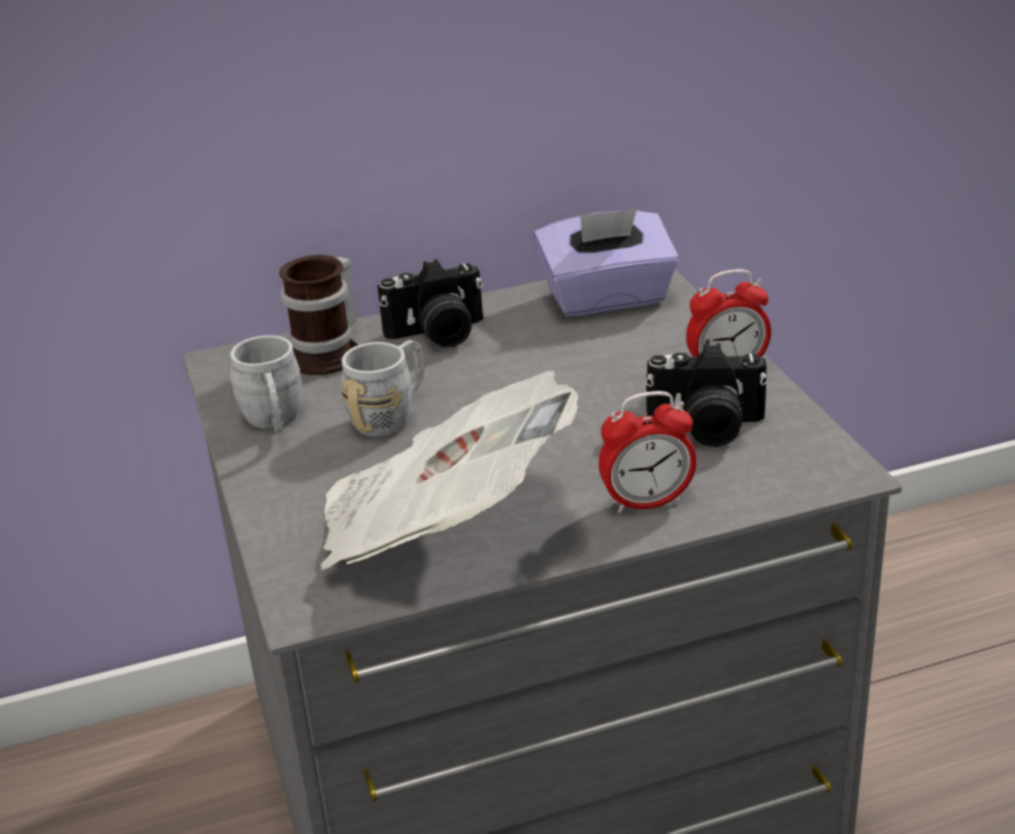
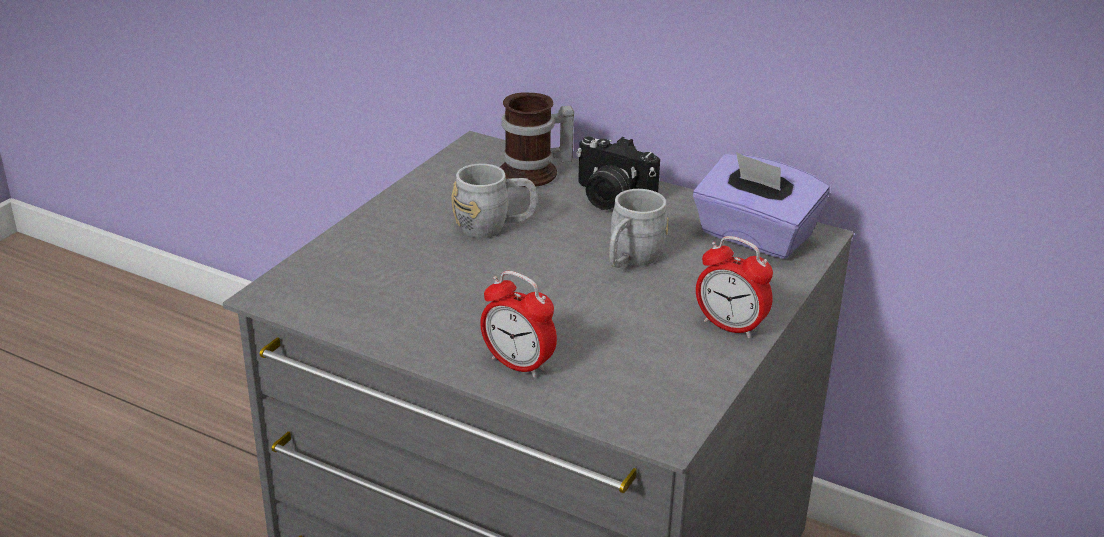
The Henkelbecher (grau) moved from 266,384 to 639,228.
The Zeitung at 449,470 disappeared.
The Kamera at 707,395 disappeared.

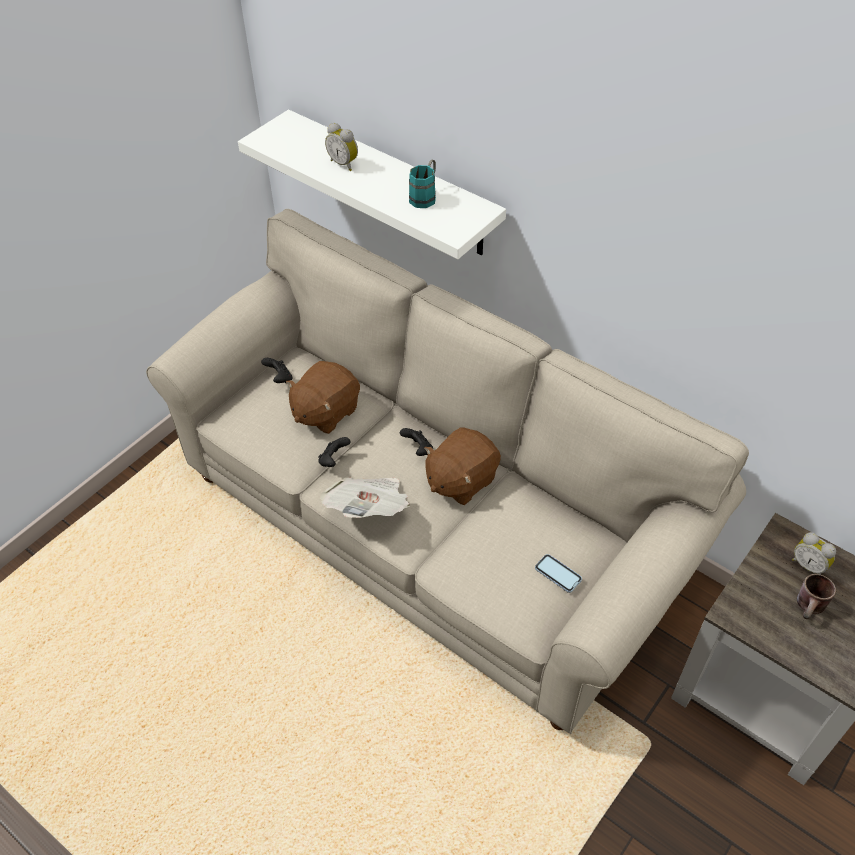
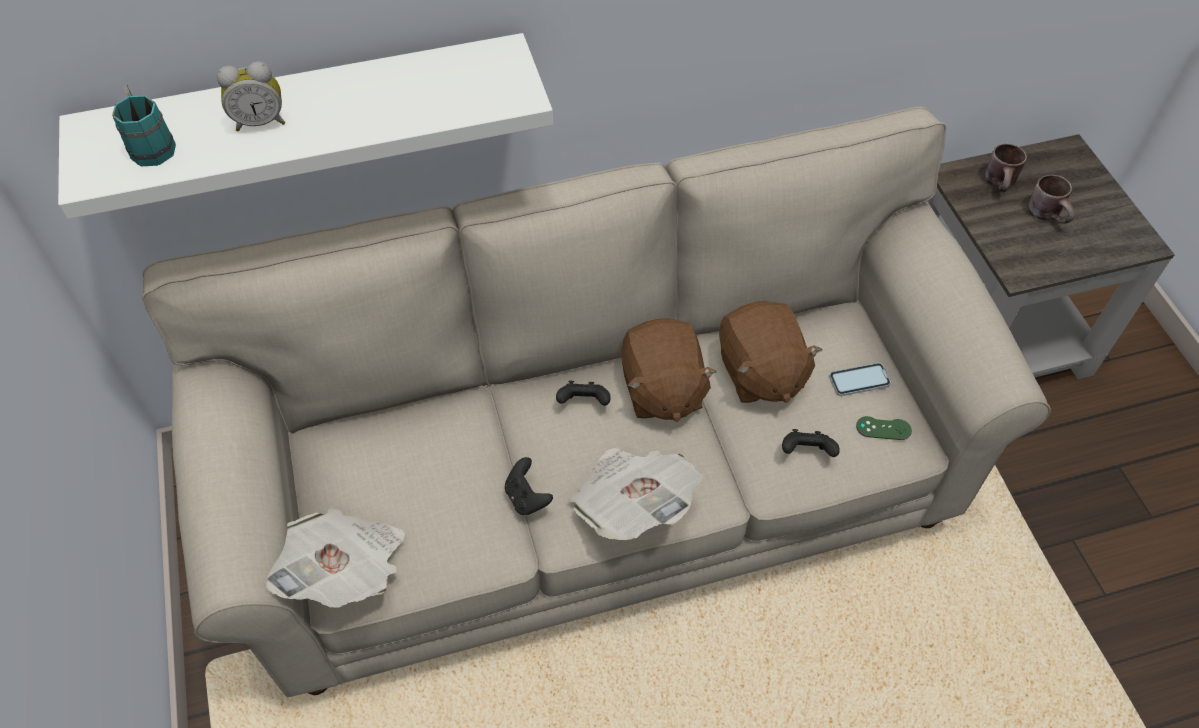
The Henkelbecher (türkis) moved from 422,184 to 144,125.
The Zeitung at 335,558 appeared.
The Plüschtier (braun) moved from 323,397 to 770,352.
The Gamepad (schwarz) moved from 277,370 to 811,443.
The Gamepad (grün) at 884,428 appeared.
The Wecker at 814,553 was replaced by the Henkelbecher (braun) at 1006,168.

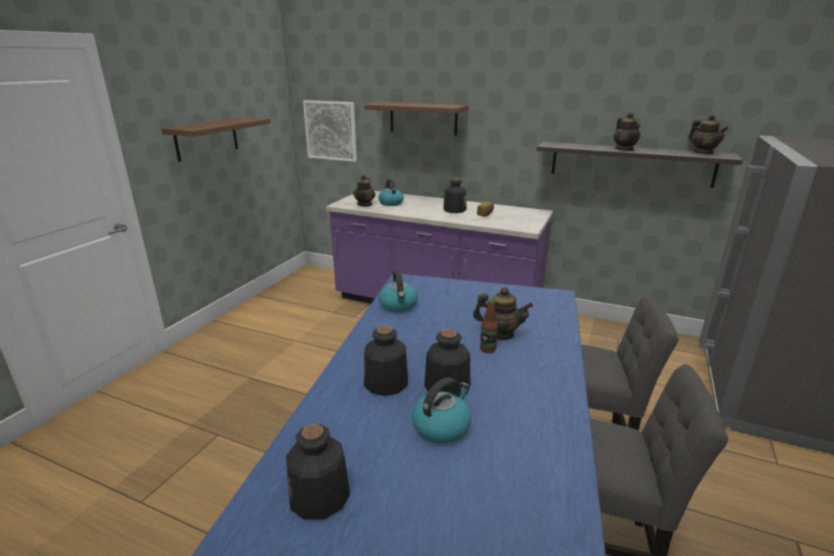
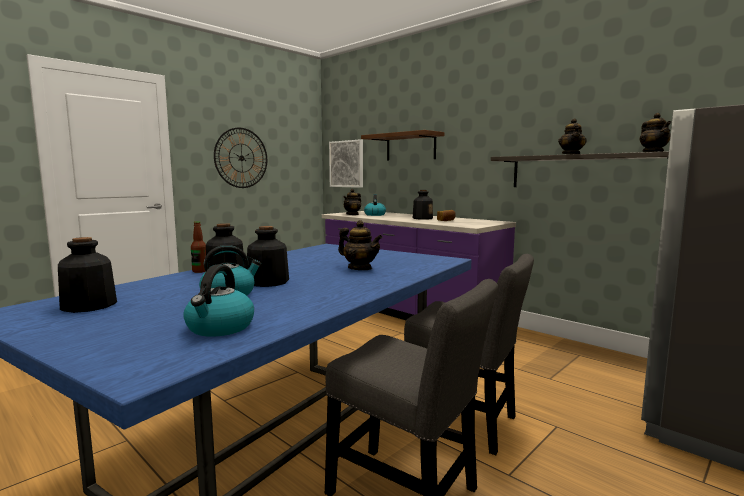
The Wasserkessel moved from 398,291 to 218,300.
The Flasche moved from 489,326 to 198,247.
The Wandregal (braun) at 216,139 was replaced by the Wanduhr at 240,157.

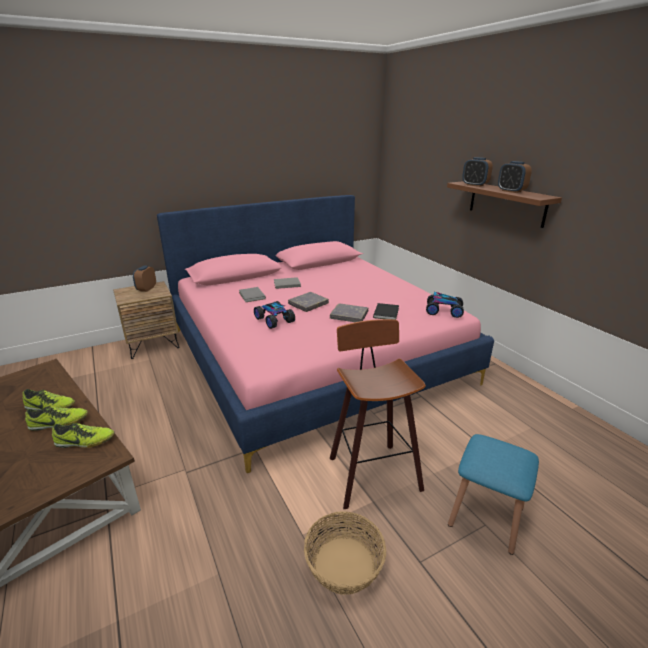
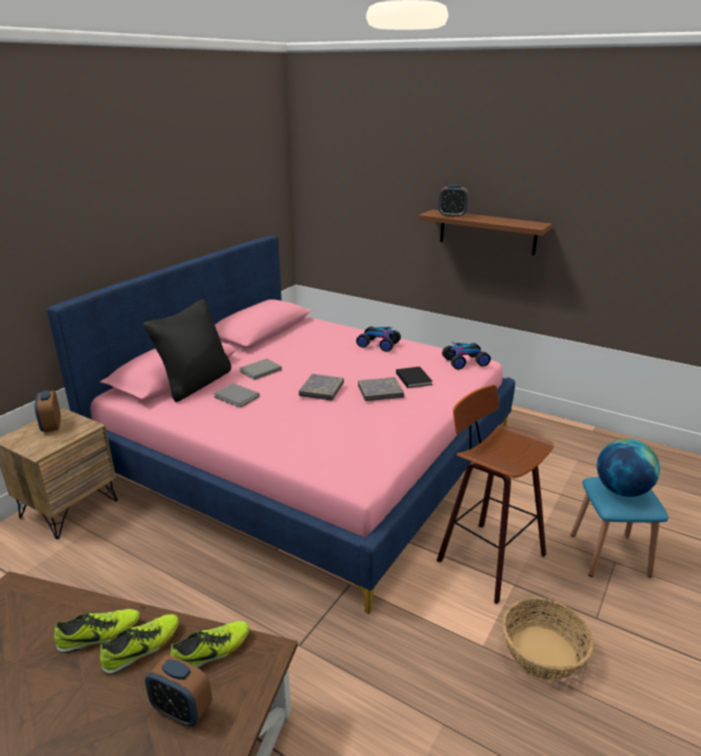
The Kissen (schwarz) at 187,350 appeared.
The Wecker moved from 515,177 to 178,690.
The Spielzeugauto moved from 274,315 to 378,339.
The Globus at 628,467 appeared.

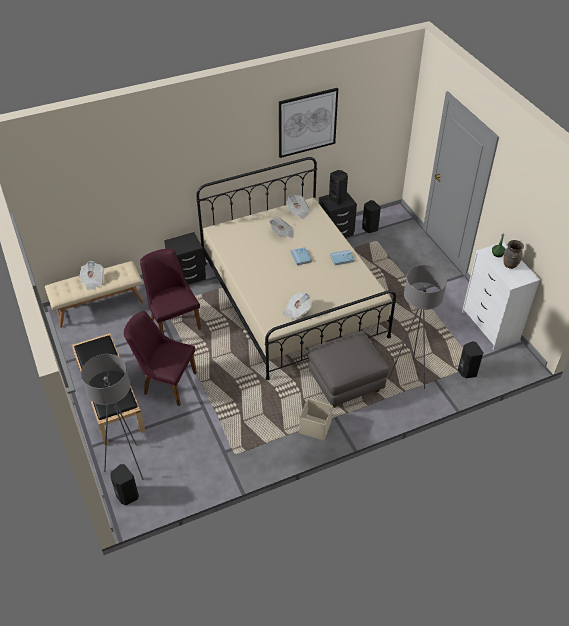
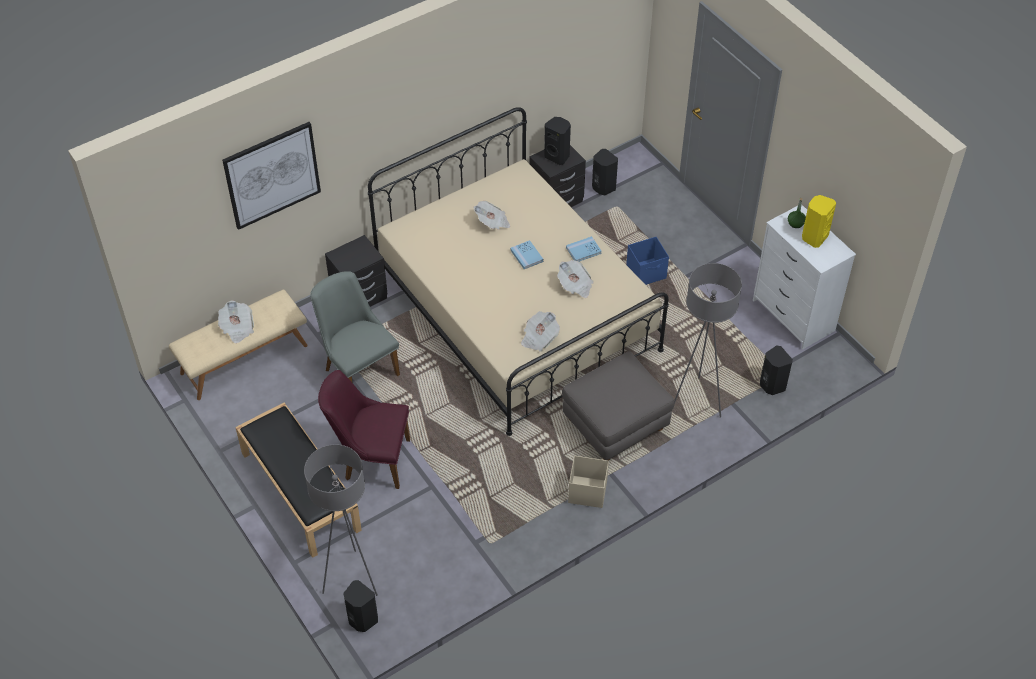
The Bild moved from 308,123 to 271,176.
The Stuhl (lila) at 170,291 became the Stuhl (grau) at 355,326.
The Zeitung moved from 298,206 to 575,279.
The Aufbewahrungsbox (blau) at 647,261 appeared.
The Vase (braun) at 513,254 was replaced by the Lautsprecher (gelb) at 819,221.

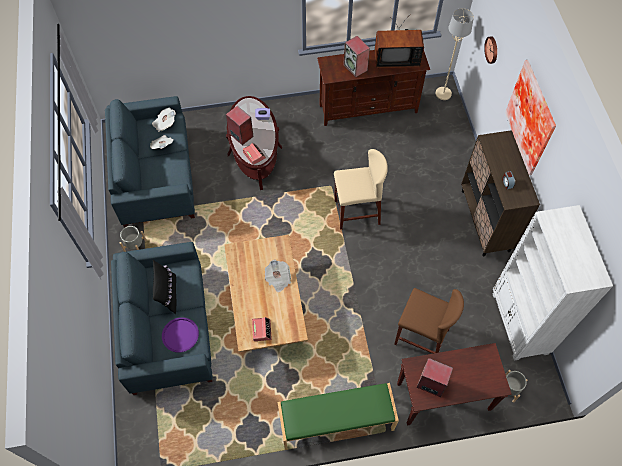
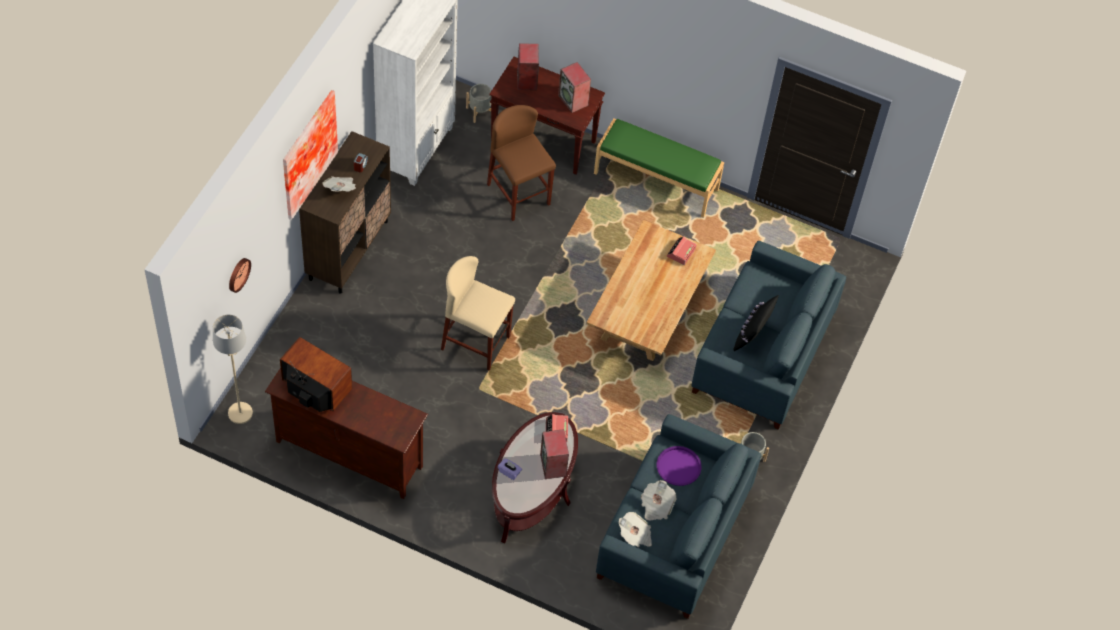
The Zeitung moved from 278,275 to 339,184.
The Lautsprecher moved from 356,57 to 528,66.
The Tablett (lila) moved from 180,335 to 679,466.

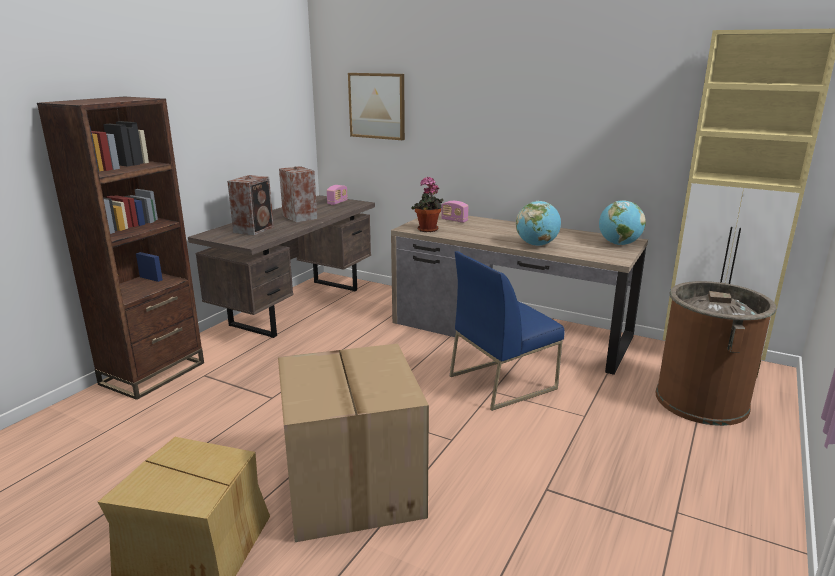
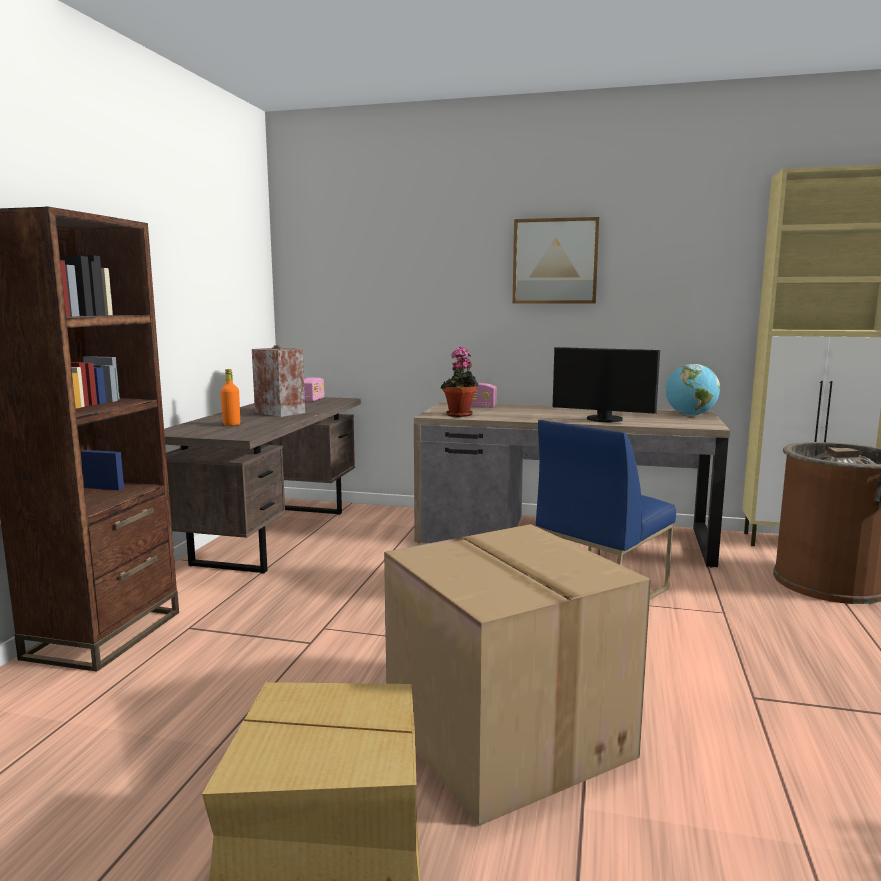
The Lautsprecher at 250,205 was replaced by the Flasche (orange) at 230,397.
The Bild moved from 376,106 to 556,260.
The Globus at 538,223 was replaced by the Monitor at 606,384.

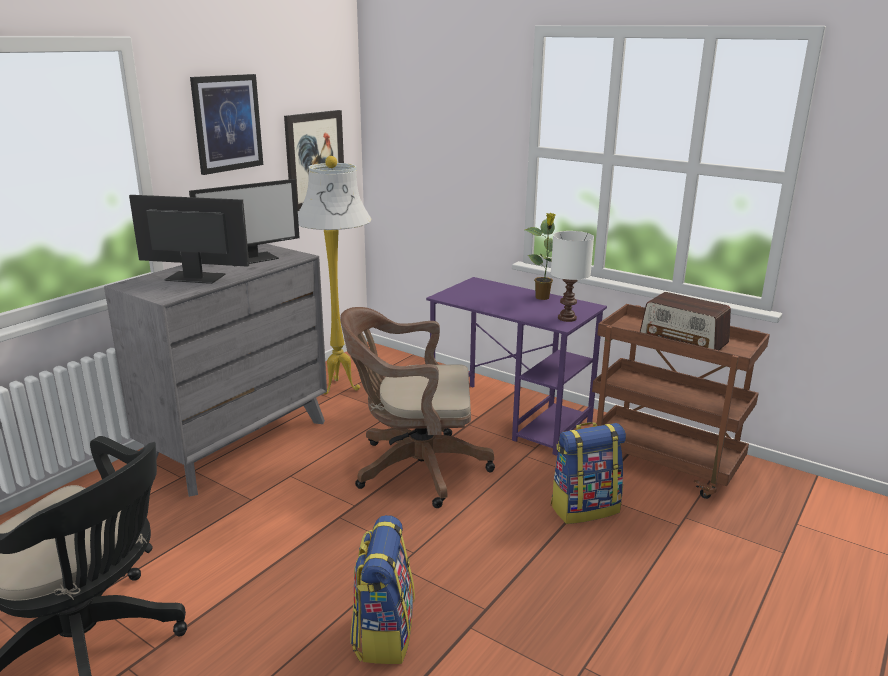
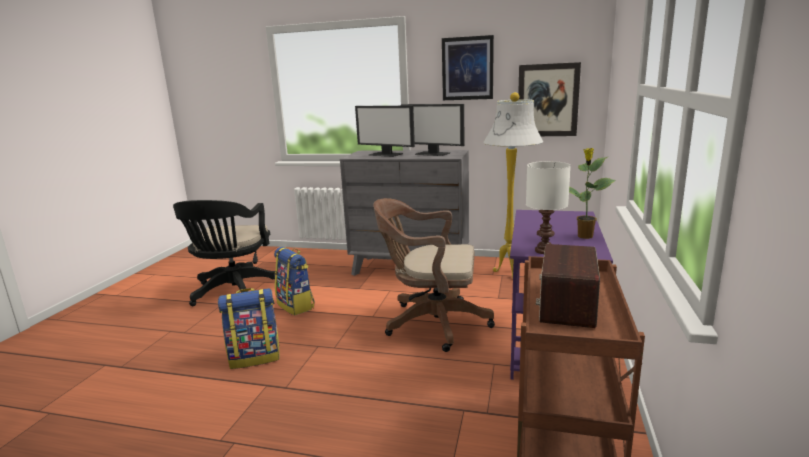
The Rucksack moved from 588,473 to 294,281.
The Monitor at 189,239 turned 135 degrees clockwise.
The Bürostuhl (braun) at 417,407 turned 60 degrees counterclockwise.

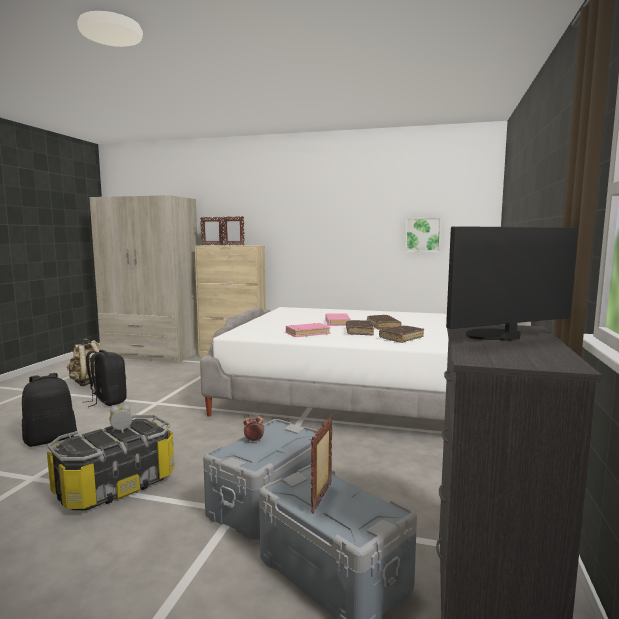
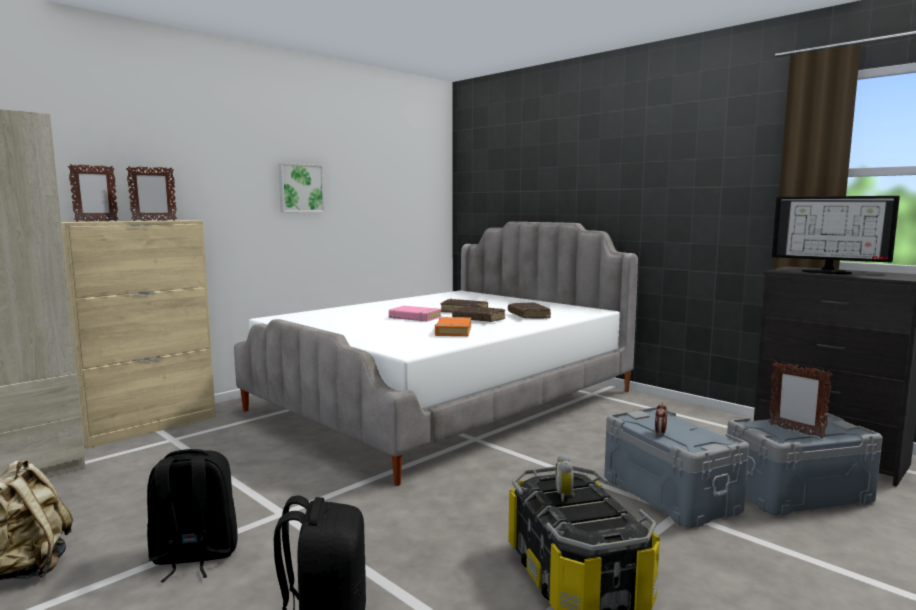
The Bild moved from 423,234 to 301,187.
The Buch (rosa) at 308,330 became the Buch (orange) at 453,326.
The Monitor at 512,283 turned 60 degrees counterclockwise.

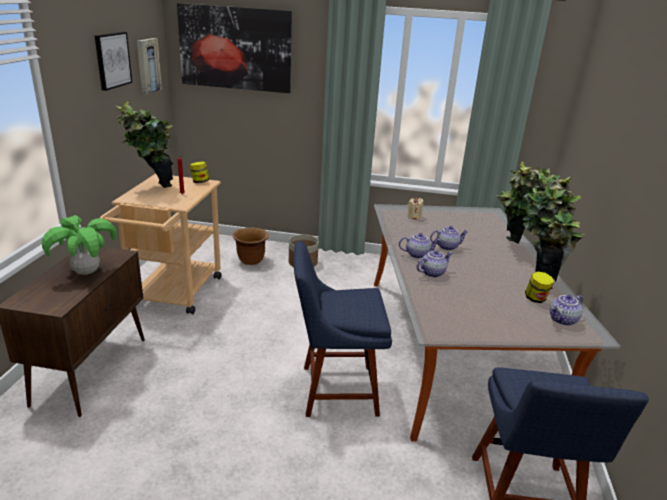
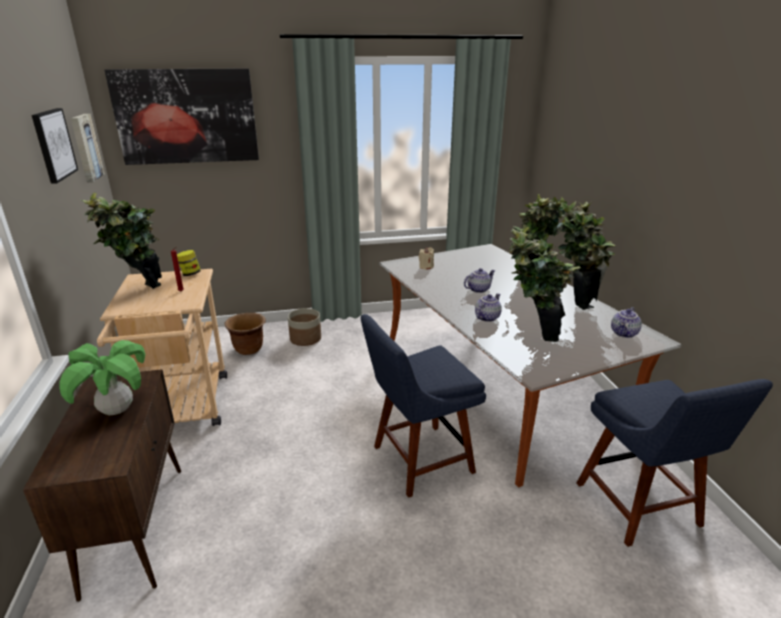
The Topfpflanze at 545,284 appeared.
The Teekanne at 419,246 disappeared.
The Vorratsglas at 539,287 disappeared.

